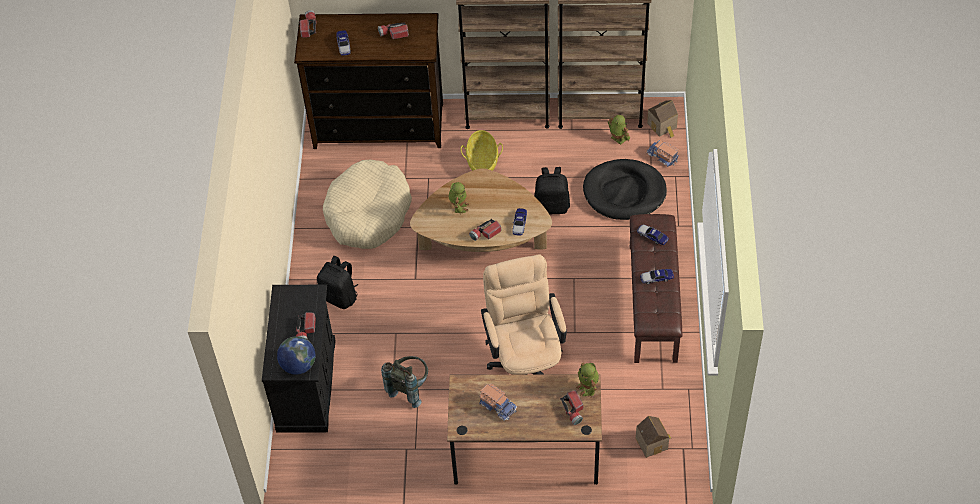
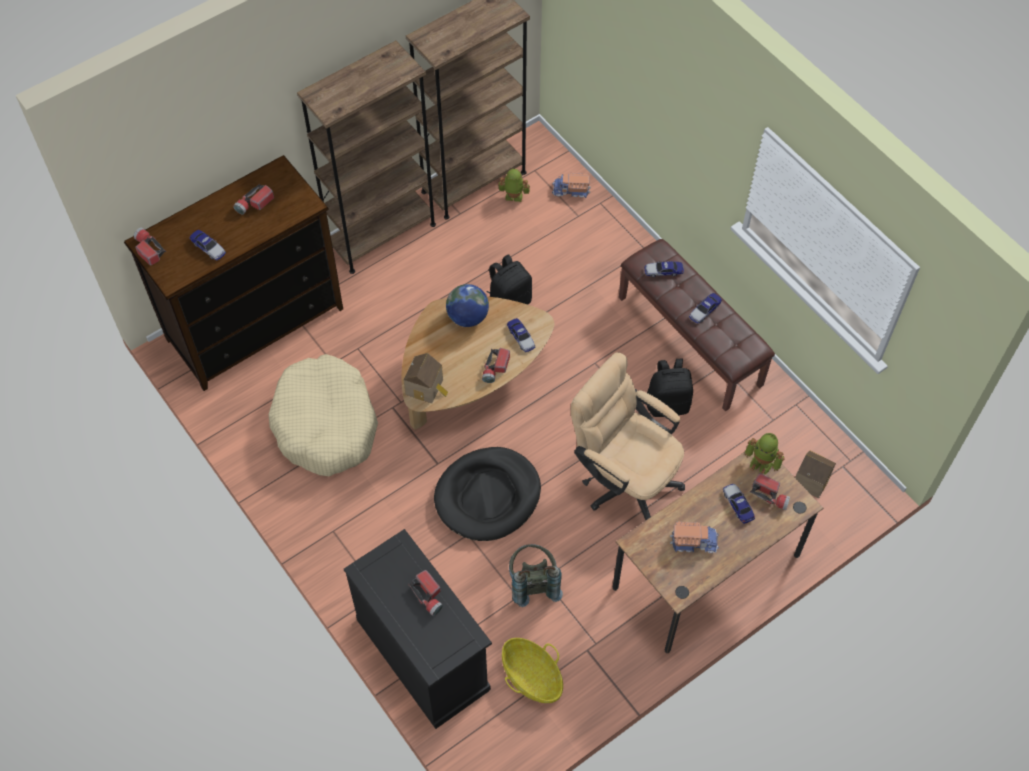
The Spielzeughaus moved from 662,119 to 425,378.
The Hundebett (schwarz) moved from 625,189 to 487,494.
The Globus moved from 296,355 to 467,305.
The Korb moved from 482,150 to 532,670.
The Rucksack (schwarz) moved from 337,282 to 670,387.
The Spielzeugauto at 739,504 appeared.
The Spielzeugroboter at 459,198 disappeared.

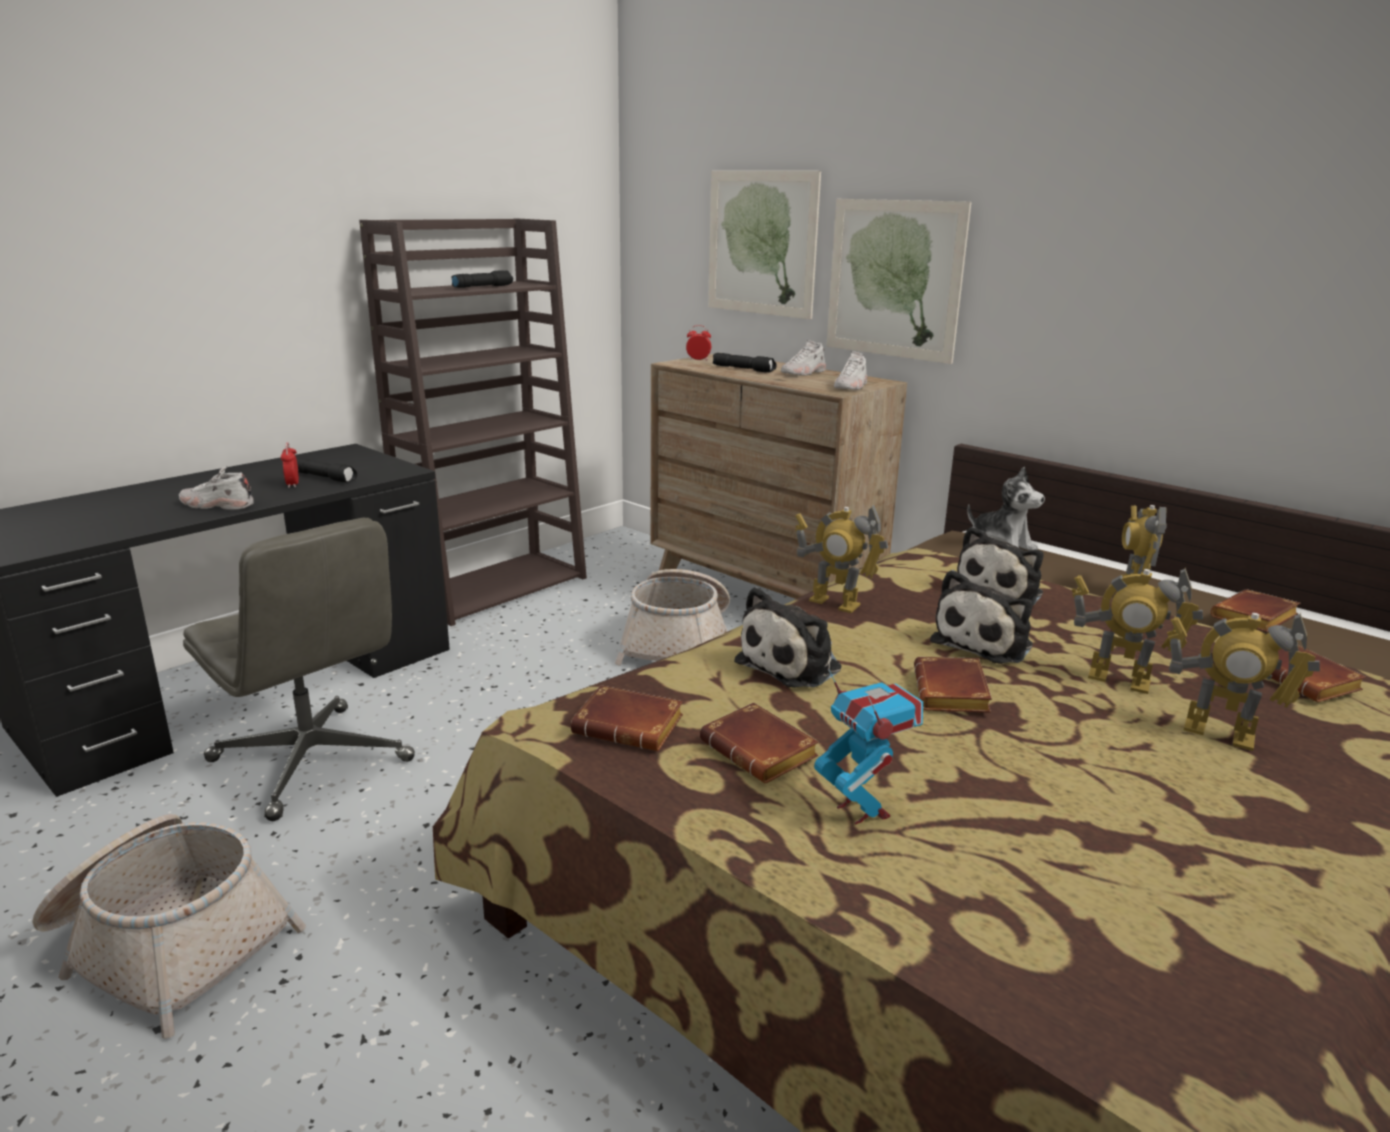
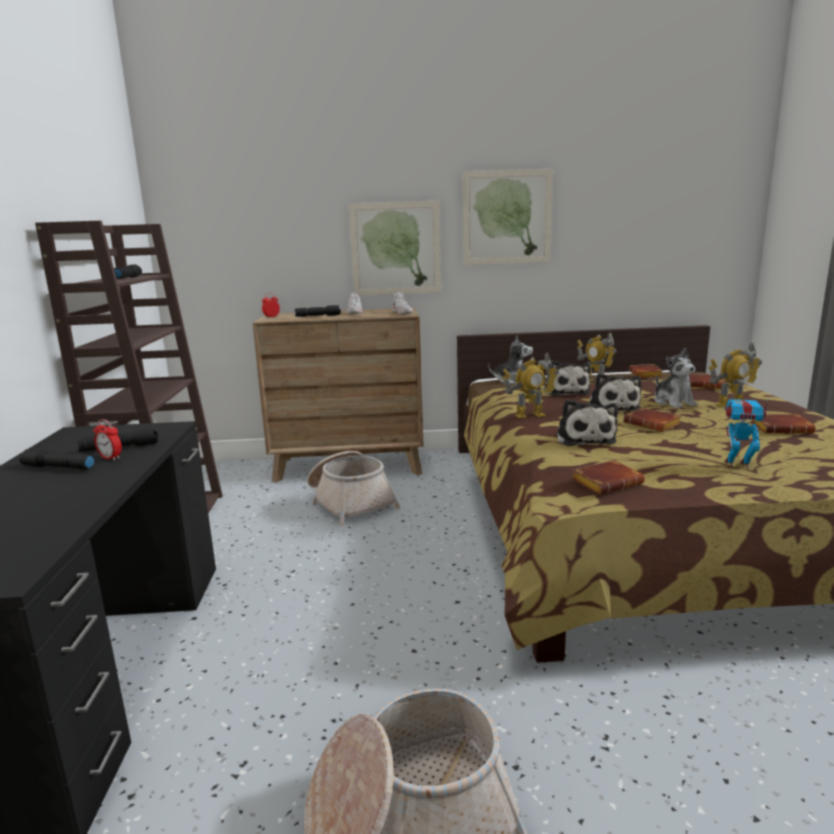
The Taschenlampe (schwarz) at 57,459 appeared.
The Bild moved from 764,245 to 508,217.
The Spielzeugroboter at 1137,631 was replaced by the Plüschtier at 676,378.
The Buch (braun) moved from 759,743 to 783,424.
The Schuh (weiß) at 216,488 disappeared.
The Bürostuhl (grau) at 299,669 disappeared.

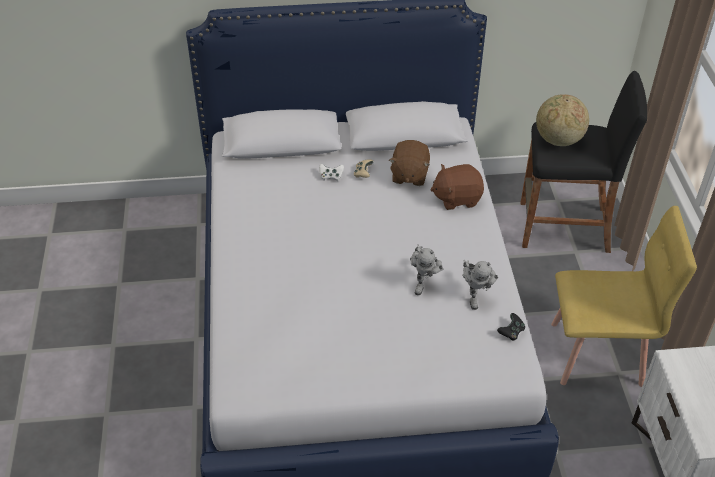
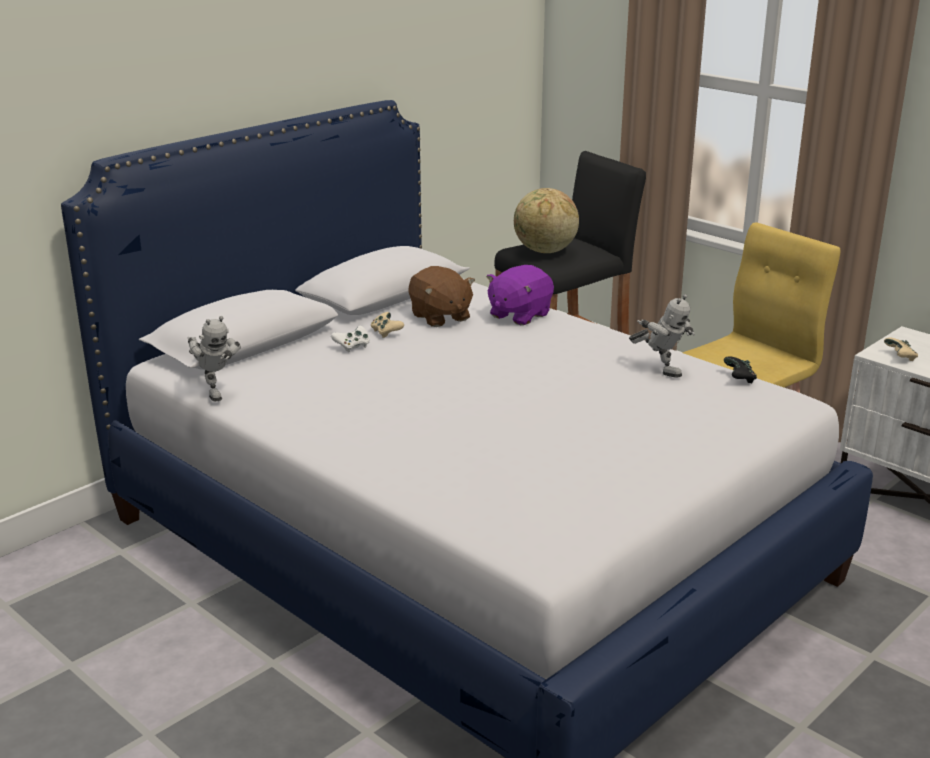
The Spielzeugroboter moved from 427,270 to 214,358.
The Plüschtier (braun) at 457,187 became the Plüschtier (lila) at 520,295.
The Gamepad (beige) at 901,349 appeared.

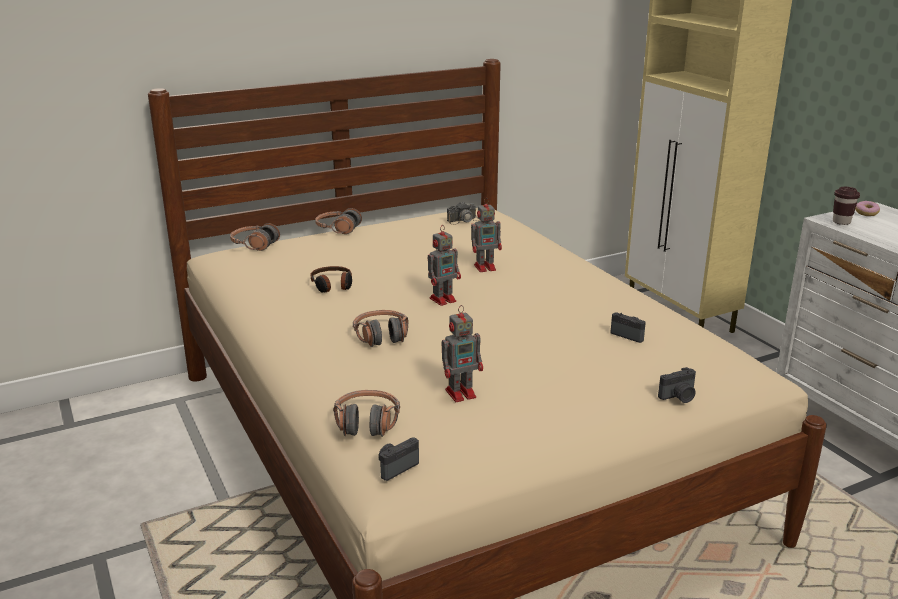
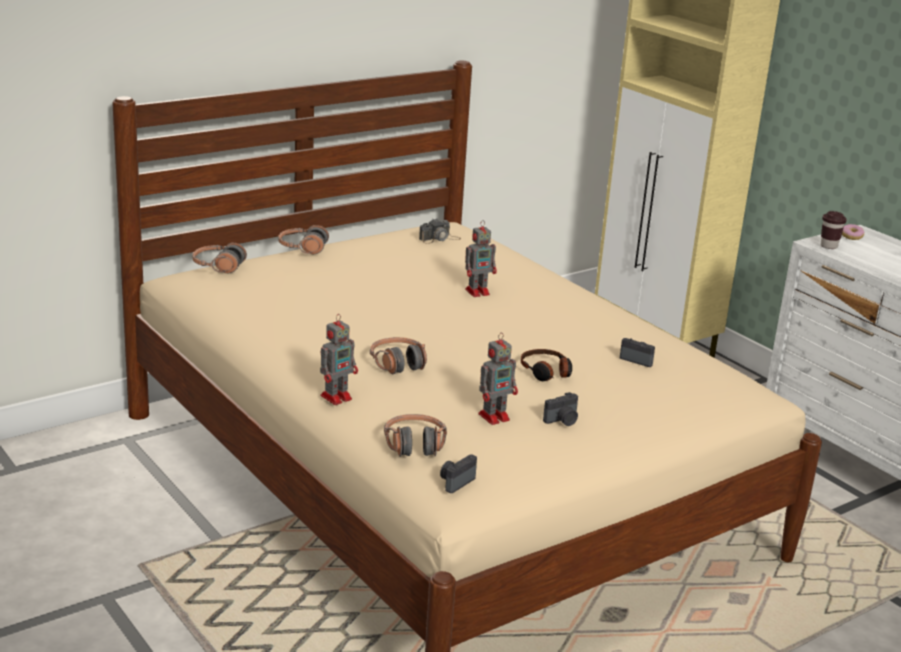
The Spielzeugroboter moved from 444,265 to 339,359.
The Kopfhörer moved from 331,279 to 546,365.
The Kamera moved from 677,385 to 560,409.

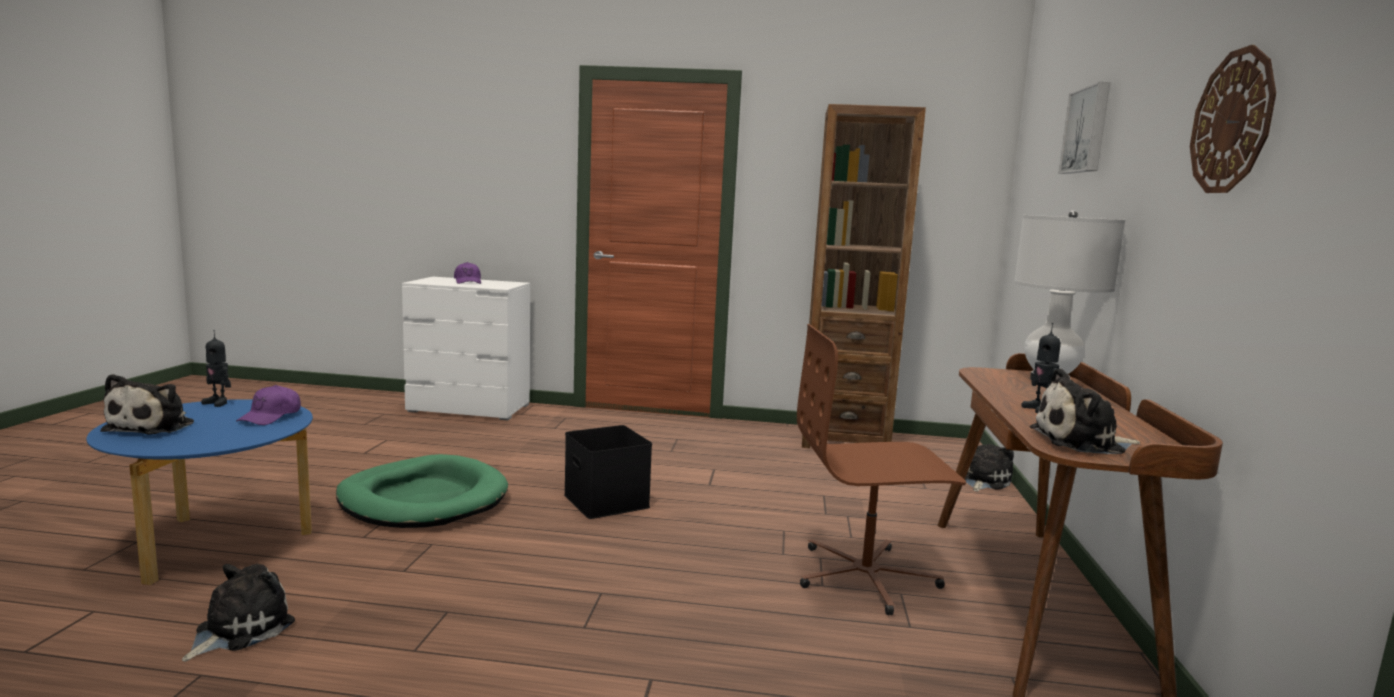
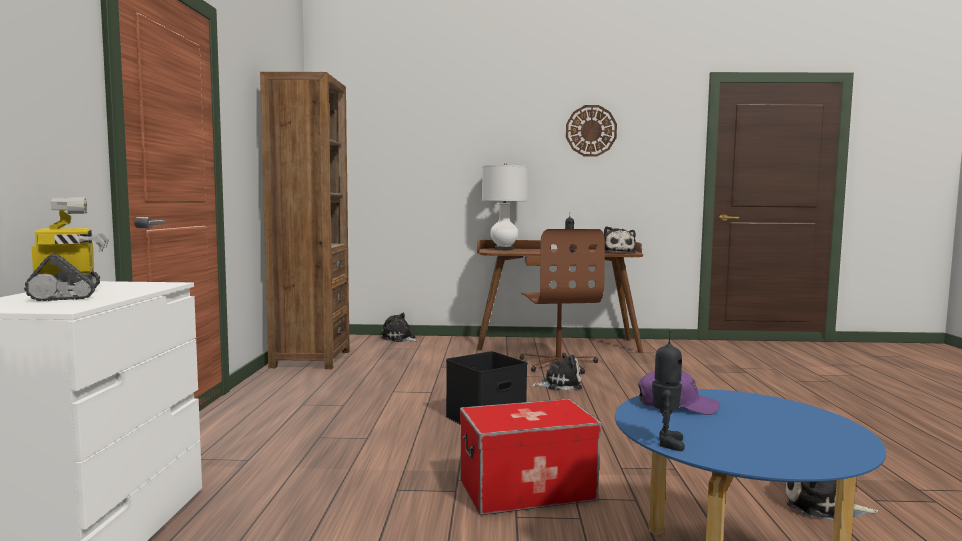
The Kappe (lila) at 467,273 was replaced by the Spielzeugroboter at 66,249.
The Hundebett (grün) at 422,491 was replaced by the Aufbewahrungsbox at 531,457.
The Plüschtier moved from 147,404 to 556,372.
The Bild at 1084,128 disappeared.

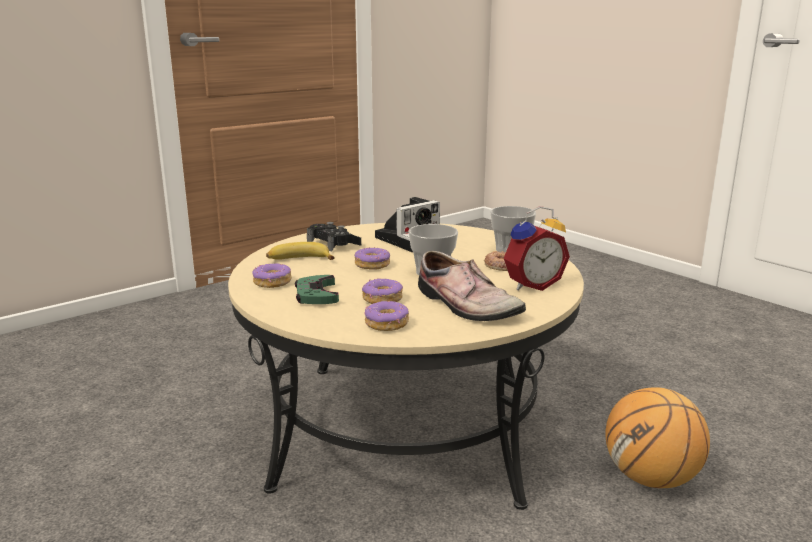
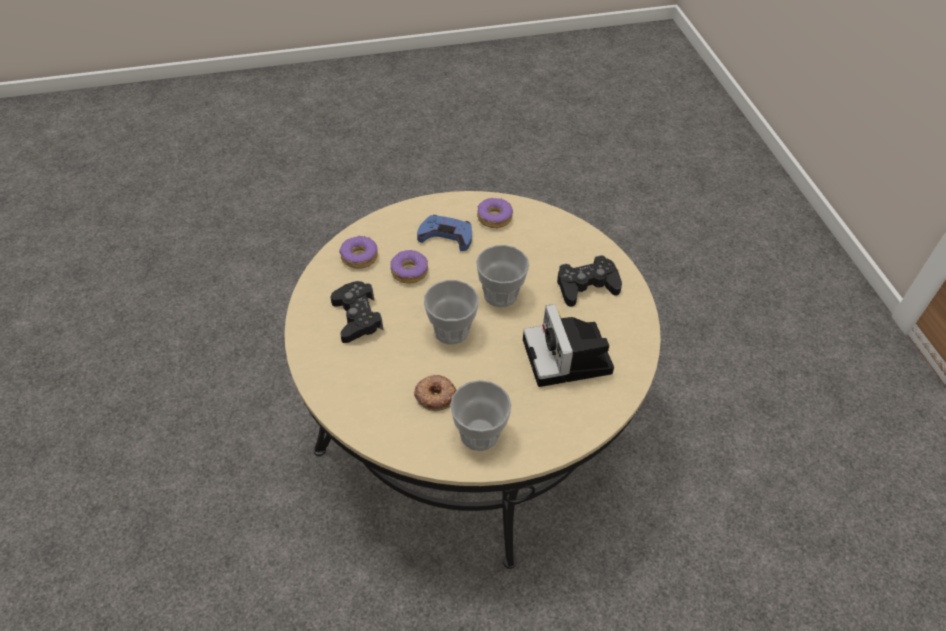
The Schuh at 472,286 was replaced by the Gamepad (schwarz) at 357,312.
The Gamepad (grün) at 317,289 became the Gamepad (blau) at 444,233.
The Donut at 372,258 was replaced by the Tasse at 502,276.
The Banane at 300,251 disappeared.
The Wecker at 537,248 disappeared.
The Basketball at 657,438 disappeared.

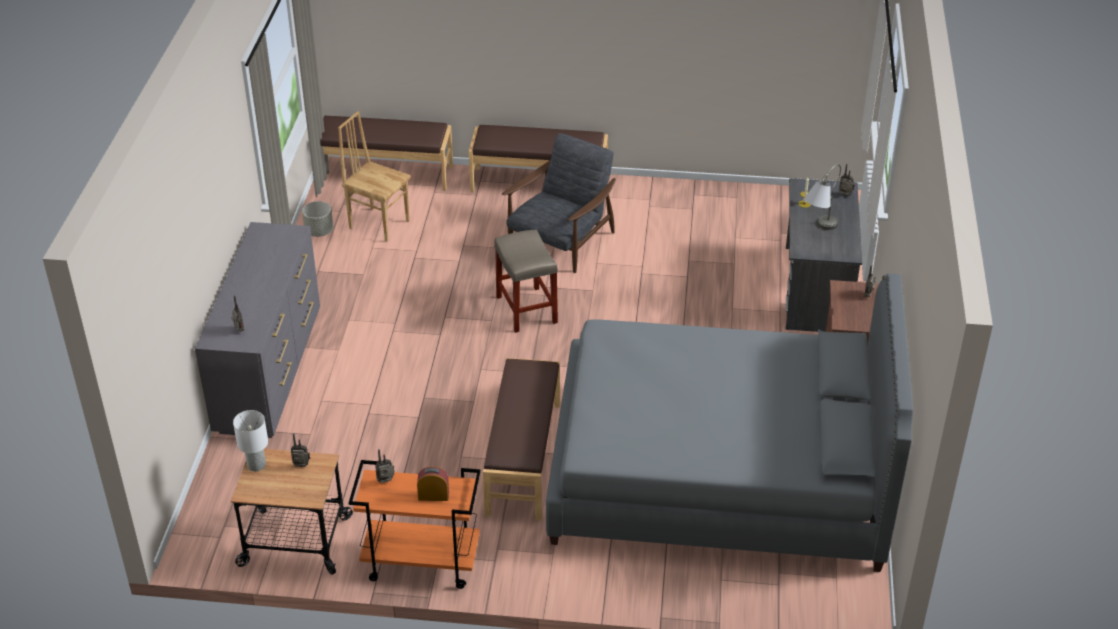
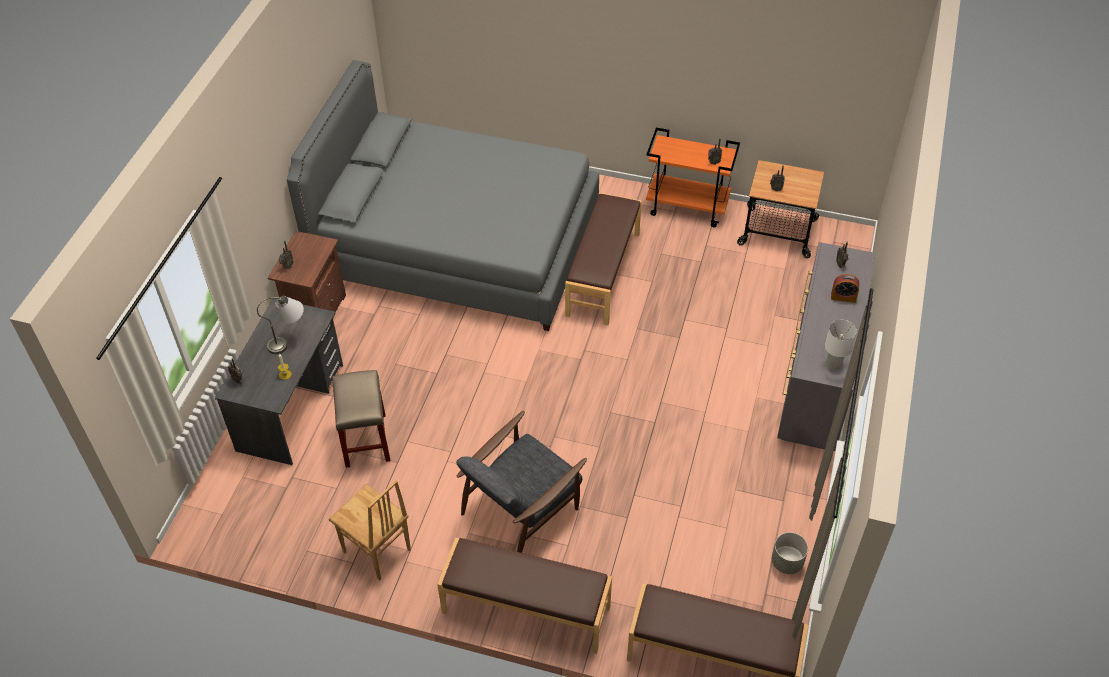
The Stuhl (braun) moved from 374,176 to 370,530.
The Hocker (beige) moved from 526,281 to 361,419.
The Tischlampe (weiß) moved from 250,440 to 841,345.
The Wecker moved from 433,483 to 845,288.

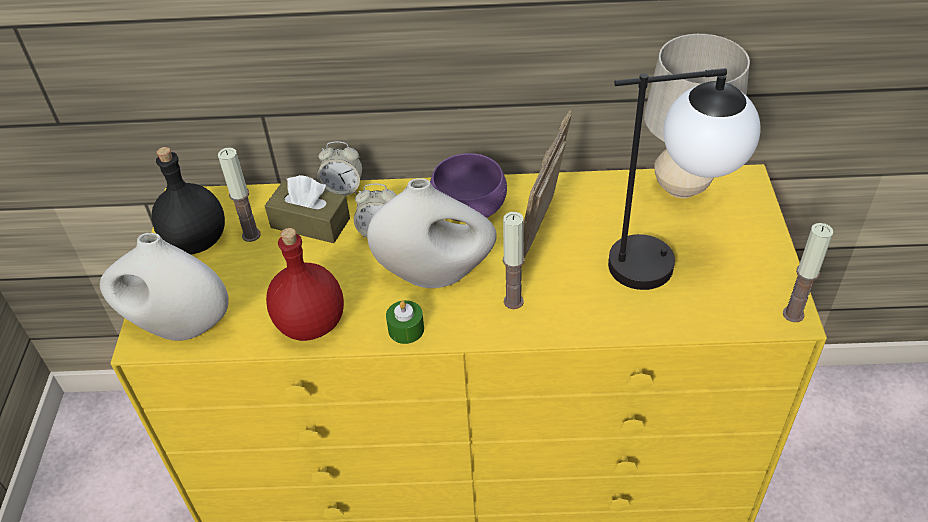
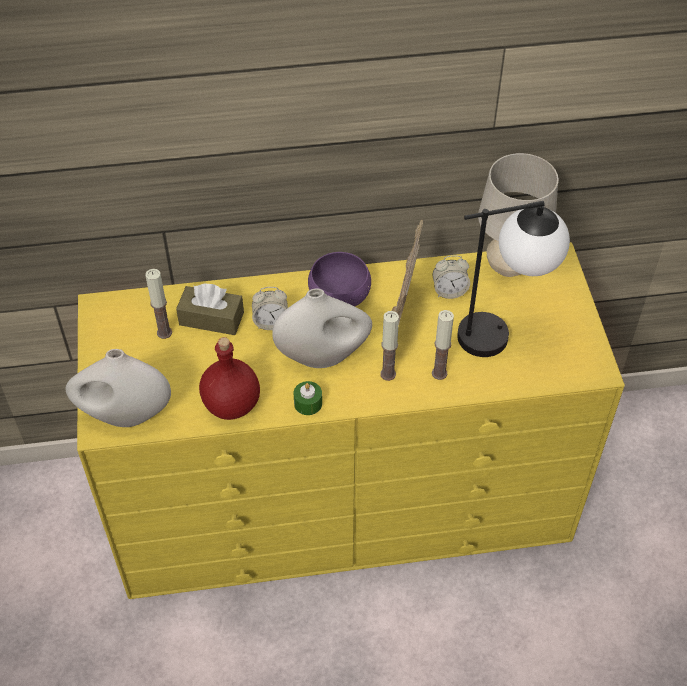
The Kerze moved from 808,272 to 443,345.
The Wecker moved from 340,168 to 451,277.
The Flasche (schwarz) at 188,200 disappeared.

